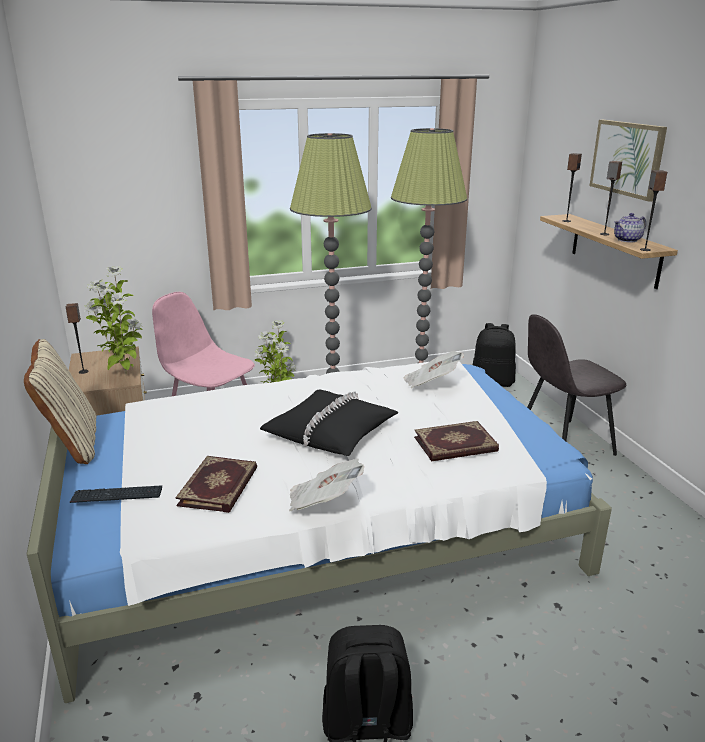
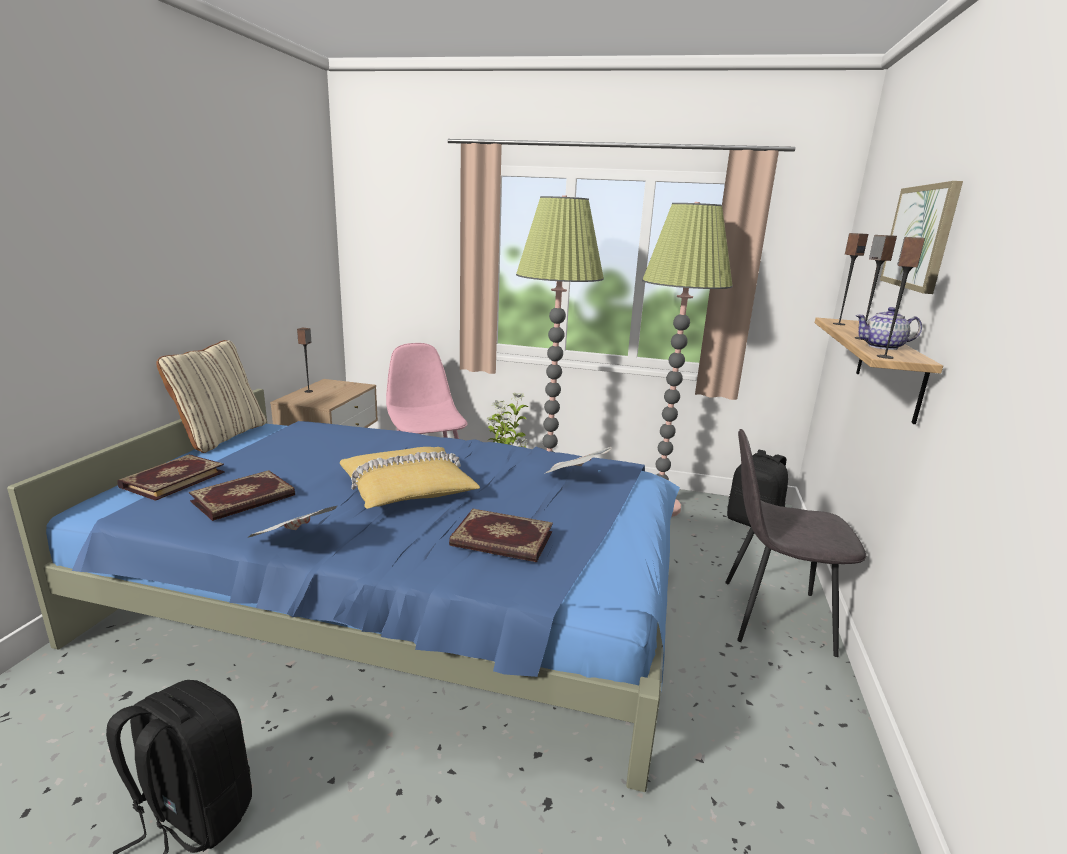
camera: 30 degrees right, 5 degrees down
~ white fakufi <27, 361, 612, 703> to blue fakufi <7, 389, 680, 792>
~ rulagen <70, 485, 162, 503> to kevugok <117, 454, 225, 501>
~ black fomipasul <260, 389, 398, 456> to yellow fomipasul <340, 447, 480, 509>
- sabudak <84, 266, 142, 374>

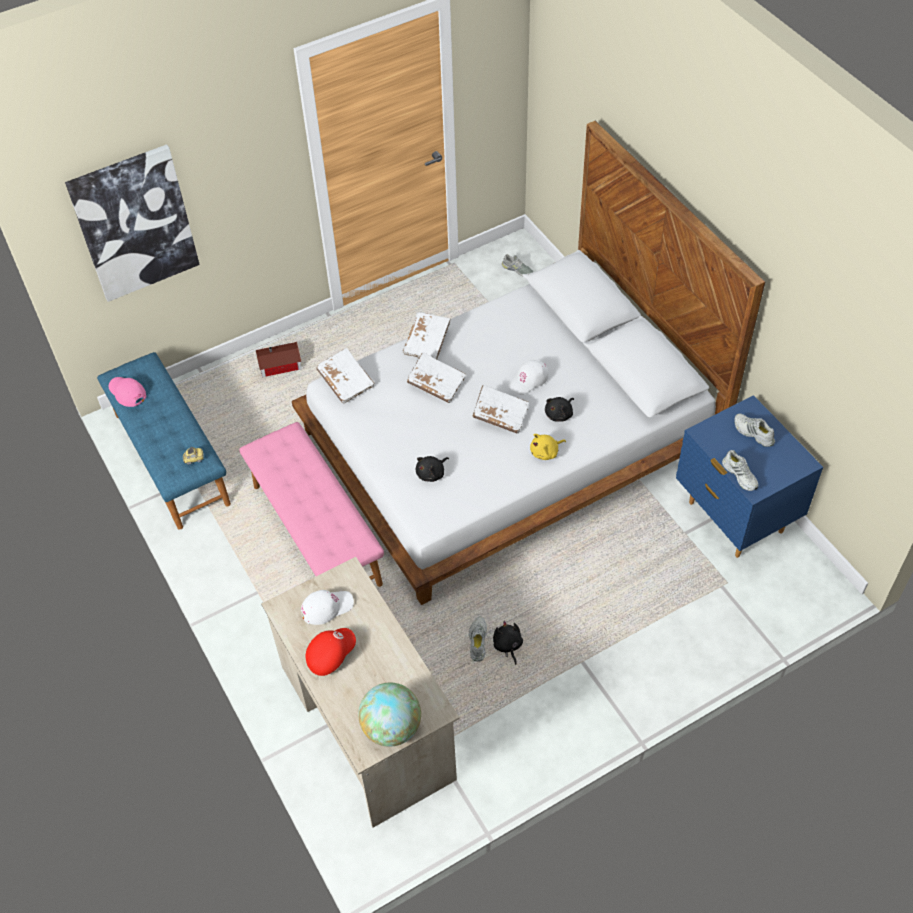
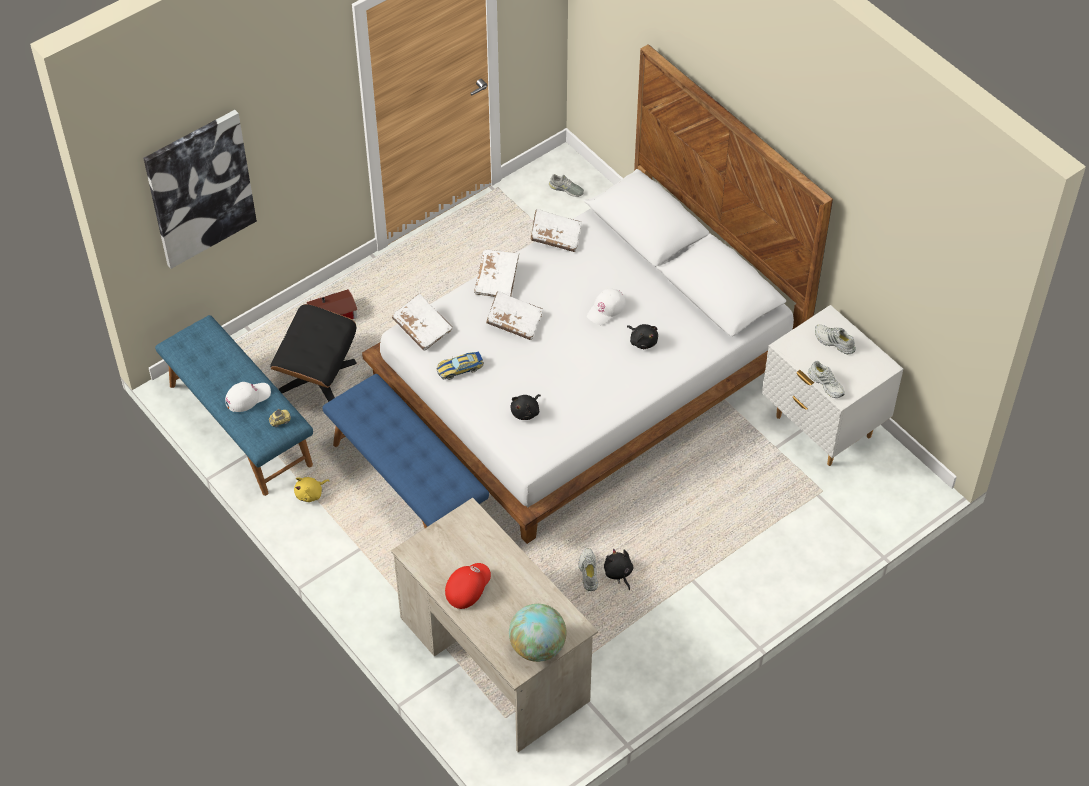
camera: 10 degrees left, 0 degrees up
~ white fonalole <301, 590, 354, 625> to <225, 382, 271, 412>
+ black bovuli <270, 304, 357, 402>
~ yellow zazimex <530, 434, 566, 460> to <294, 477, 329, 502>
~ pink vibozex <239, 422, 384, 587> to blue vibozex <323, 374, 489, 528>
+ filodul <437, 352, 484, 380>
~ white kevugok <473, 385, 529, 434> to <531, 209, 582, 252>
~ black zazimex <545, 397, 574, 422> = <627, 324, 658, 349> 75 degrees counterclockwise
~ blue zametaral <676, 395, 823, 558> to white zametaral <762, 305, 903, 466>
- pink fonalole <109, 377, 146, 407>

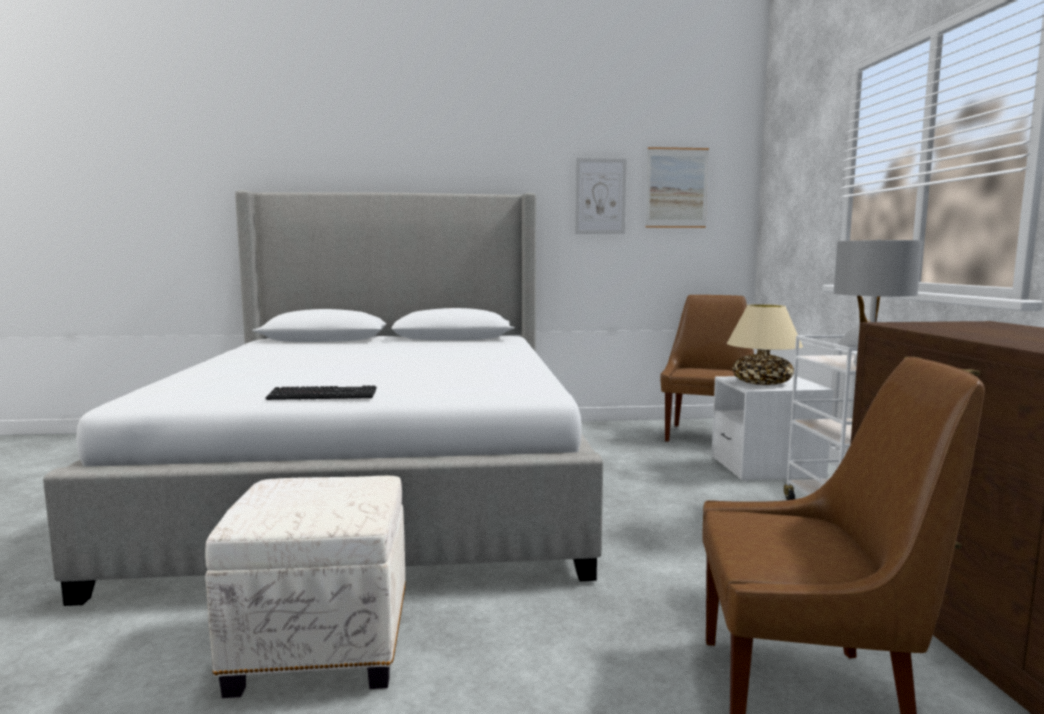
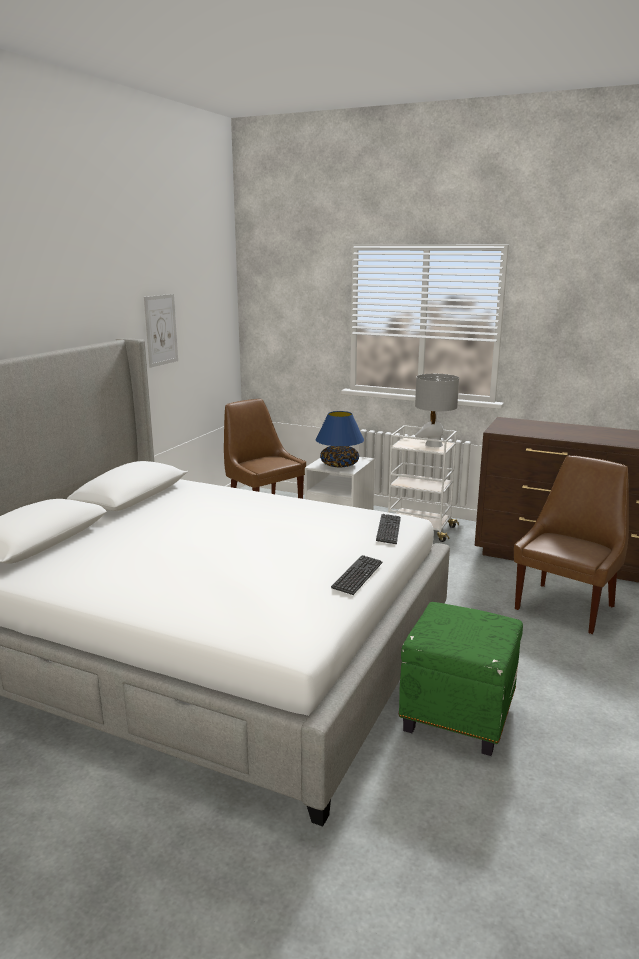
camera: 60 degrees left, 10 degrees up
~ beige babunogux <727, 304, 803, 385> to blue babunogux <316, 411, 364, 467>
+ rulagen <376, 514, 401, 544>
~ white bovuli <205, 476, 406, 698> to green bovuli <399, 602, 523, 756>
- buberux <645, 147, 709, 228>

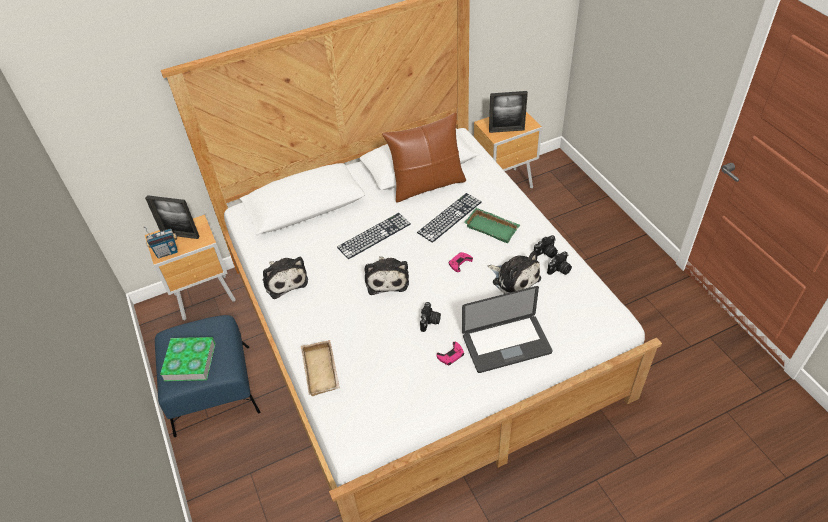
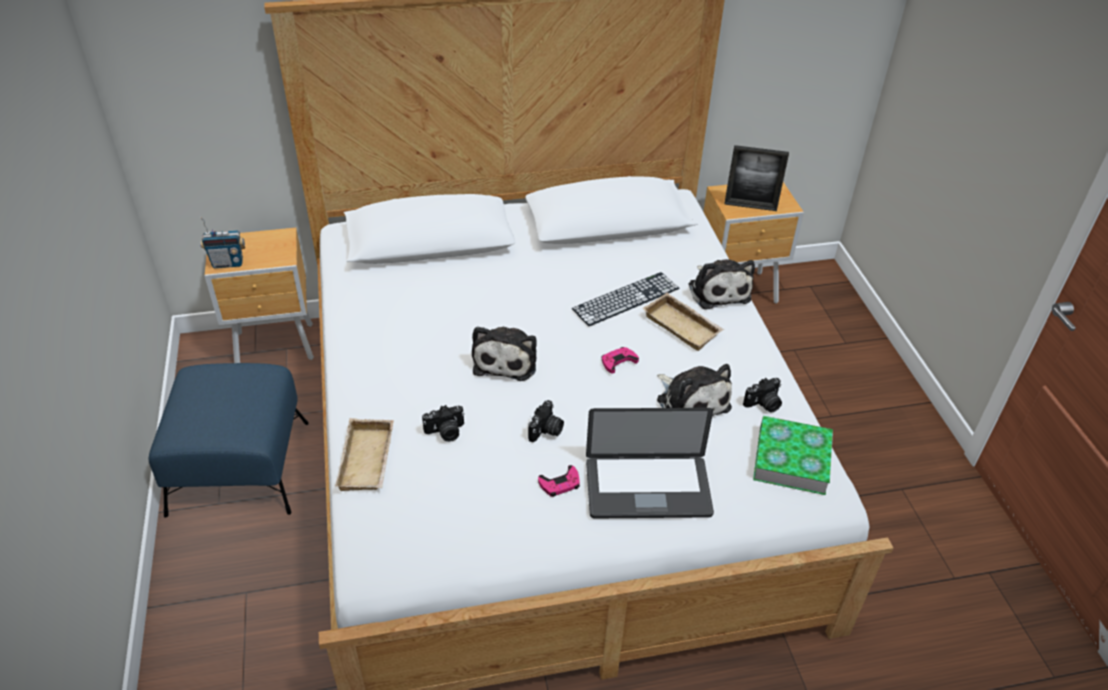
camera: 10 degrees right, 5 degrees down
~ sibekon <534, 235, 558, 258> to <422, 405, 465, 442>
~ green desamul <464, 208, 520, 243> to beige desamul <642, 293, 724, 351>
~ zazimex <262, 257, 308, 299> to <689, 259, 755, 310>
~ kevugok <160, 337, 215, 381> to <753, 416, 833, 495>
- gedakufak <145, 195, 199, 239>
- rulagen <337, 213, 411, 259>
- brown fomipasul <382, 112, 466, 203>

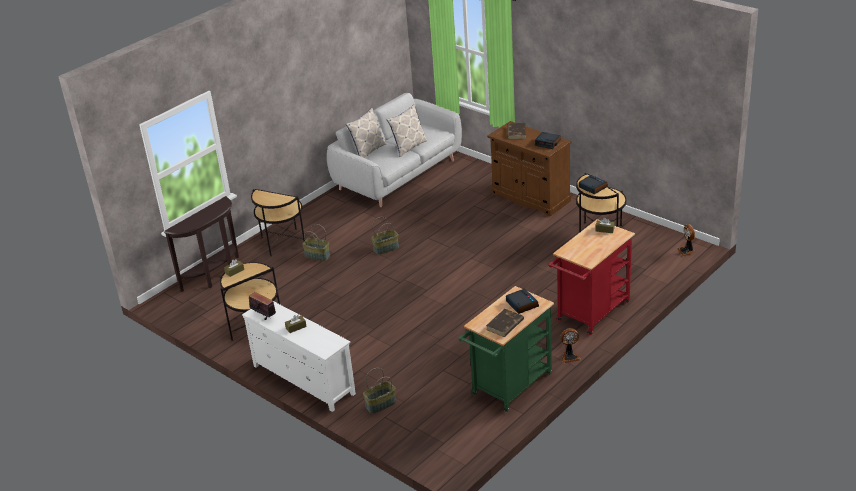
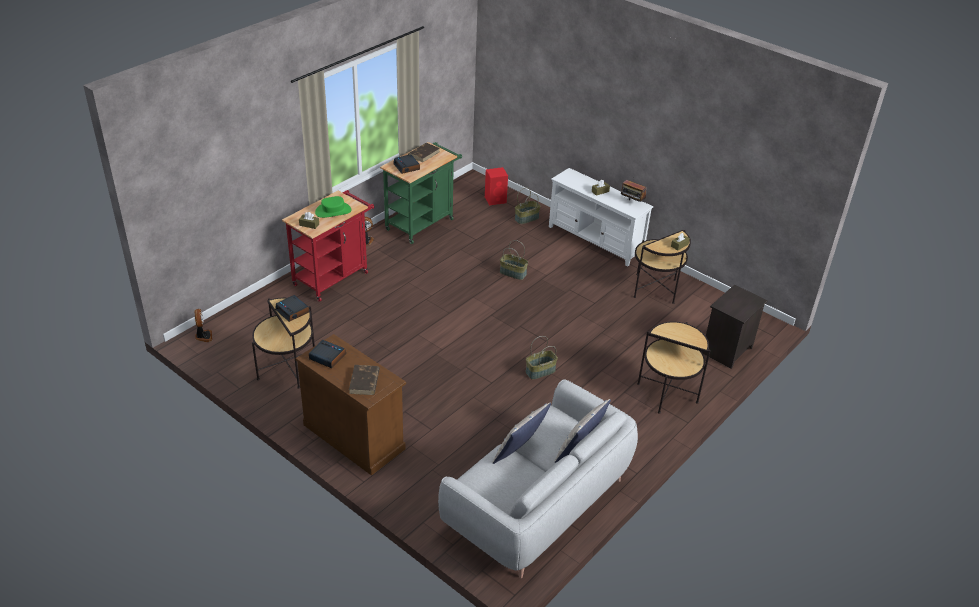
camera: 175 degrees right, 5 degrees up
+ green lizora <315, 196, 351, 218>
+ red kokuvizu <485, 167, 508, 206>
~ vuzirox <302, 224, 330, 261> to <500, 240, 528, 280>
~ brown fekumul <164, 196, 239, 292> to black zametaral <702, 285, 768, 369>

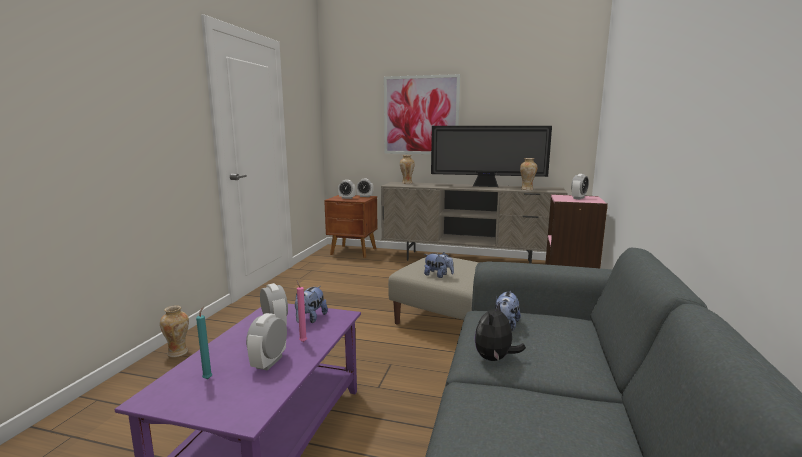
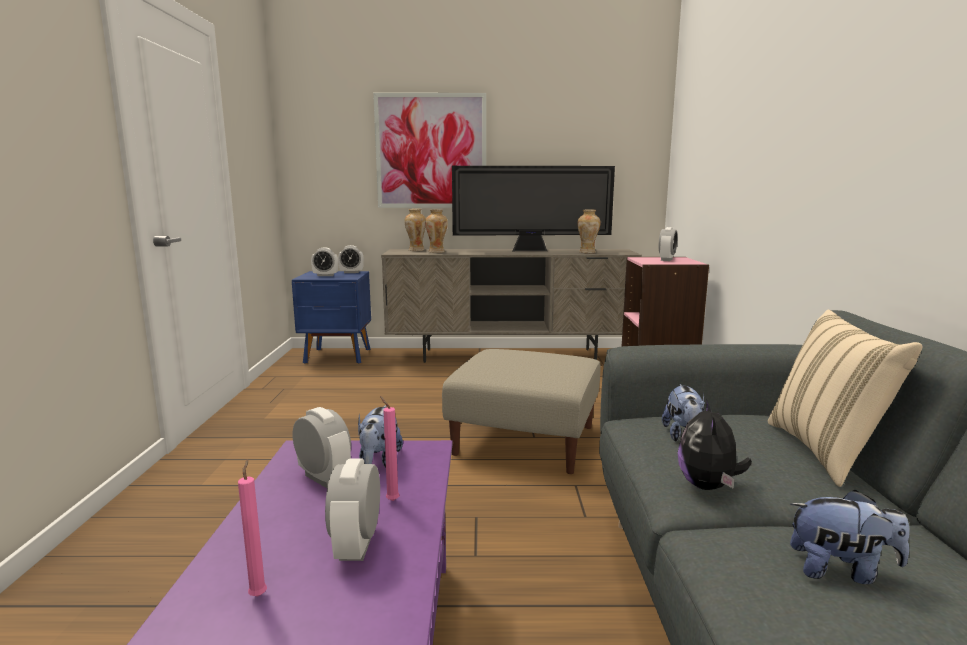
camera: 15 degrees left, 0 degrees up
~ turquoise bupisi <196, 306, 212, 379> to pink bupisi <238, 459, 267, 597>
~ brown zametaral <324, 195, 378, 258> to blue zametaral <292, 271, 371, 364>
~ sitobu <160, 305, 189, 357> to <425, 210, 448, 253>
+ beige fomipasul <768, 310, 923, 487>
~ zazimex <424, 252, 454, 278> to <790, 489, 909, 584>

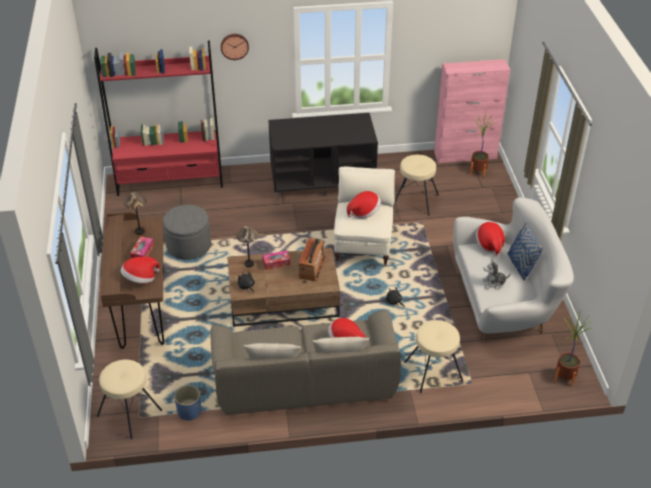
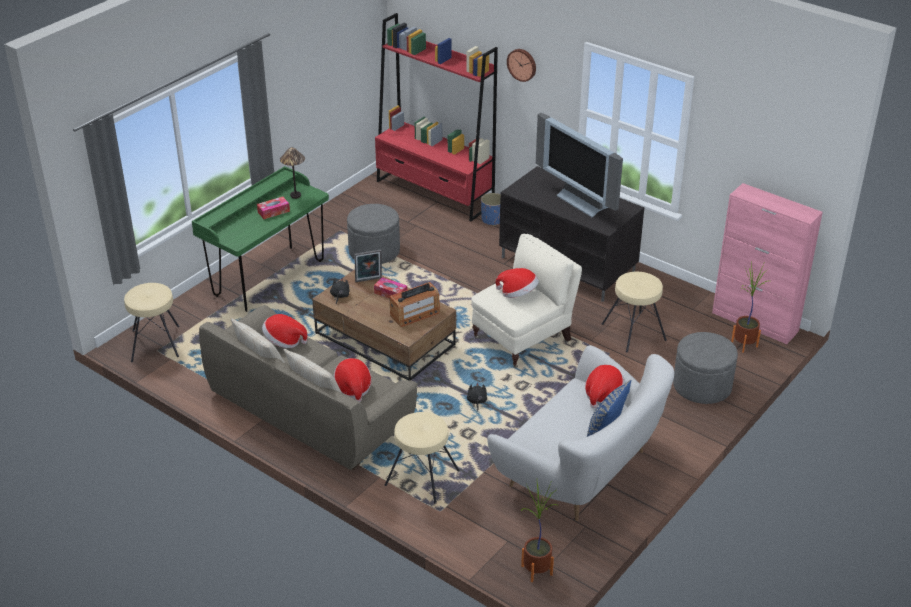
camera: 45 degrees right, 5 degrees down
~ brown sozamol <101, 212, 164, 349> to green sozamol <192, 166, 329, 312>
~ lizora <121, 257, 160, 283> to <262, 314, 307, 348>
~ babunogux <236, 226, 259, 267> to gedakufak <354, 250, 382, 282>
~ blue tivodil <174, 385, 201, 420> to <481, 193, 500, 226>
+ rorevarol <536, 113, 623, 218>
+ grey bovuli <673, 332, 738, 404>
- zazimex <483, 259, 511, 289>

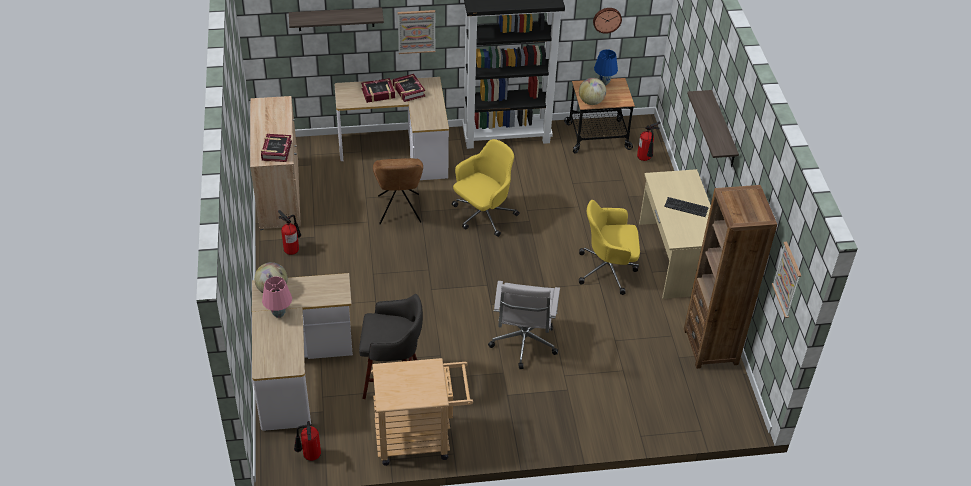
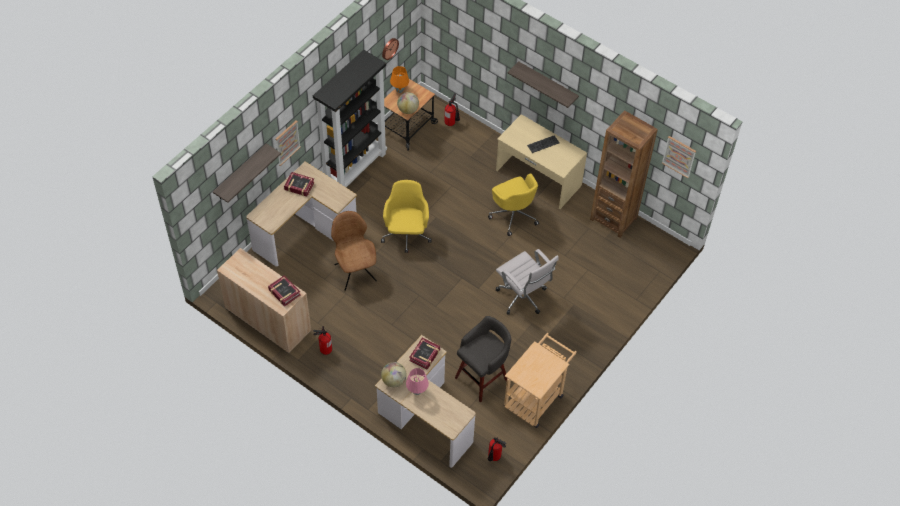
camera: 45 degrees left, 10 degrees up
~ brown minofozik <373, 158, 423, 224> = <331, 211, 377, 291> 150 degrees counterclockwise
~ blue babunogux <594, 49, 618, 86> to orange babunogux <390, 66, 409, 93>
~ kevugok <361, 78, 395, 103> to <409, 338, 440, 370>
~ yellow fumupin <579, 200, 640, 295> = <488, 173, 539, 236> 75 degrees counterclockwise

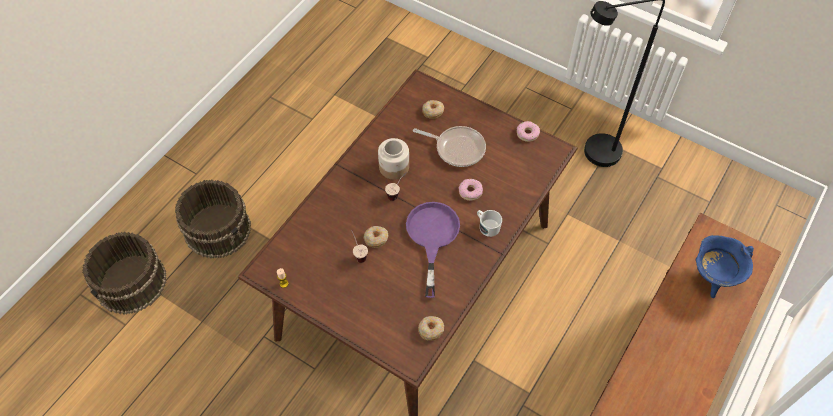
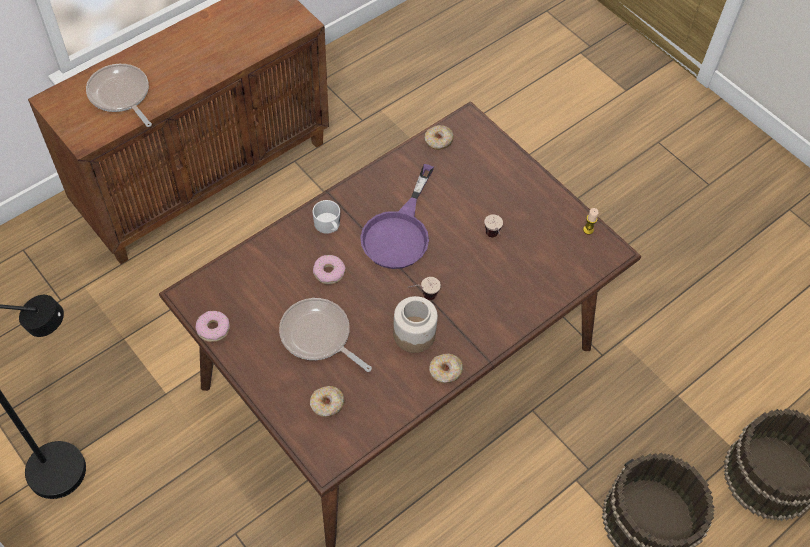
camera: 165 degrees left, 0 degrees up
~ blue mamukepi <695, 235, 754, 298> to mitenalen <86, 64, 152, 127>
~ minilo <363, 226, 388, 248> to <429, 353, 463, 383>

